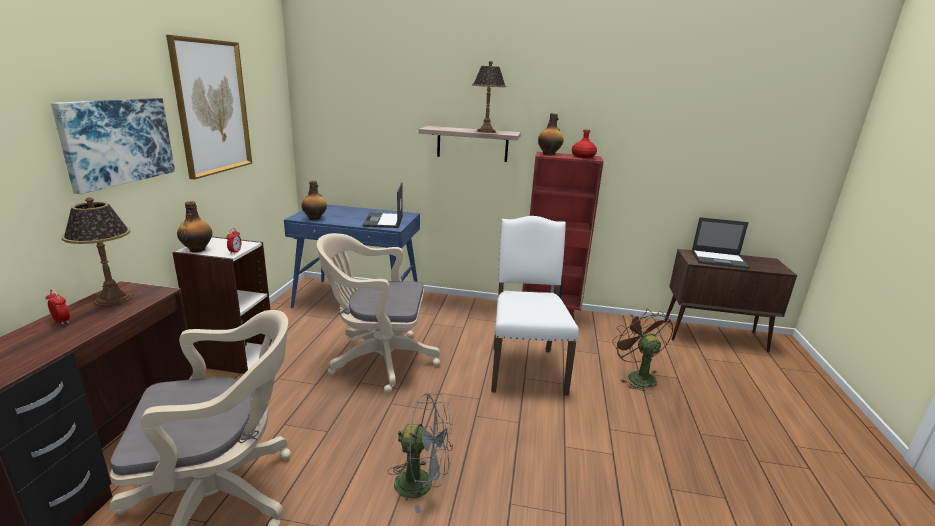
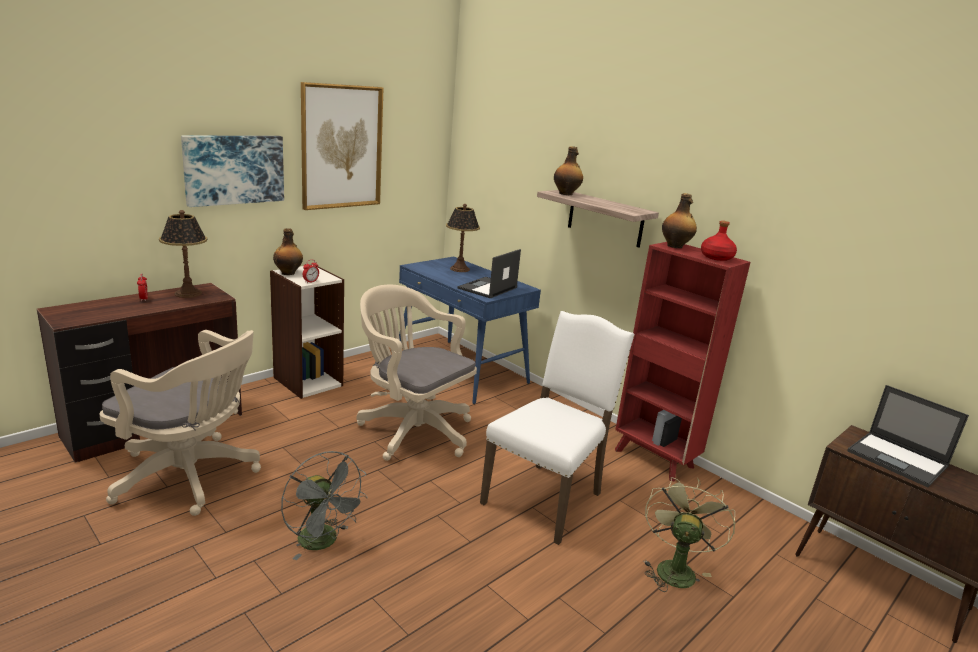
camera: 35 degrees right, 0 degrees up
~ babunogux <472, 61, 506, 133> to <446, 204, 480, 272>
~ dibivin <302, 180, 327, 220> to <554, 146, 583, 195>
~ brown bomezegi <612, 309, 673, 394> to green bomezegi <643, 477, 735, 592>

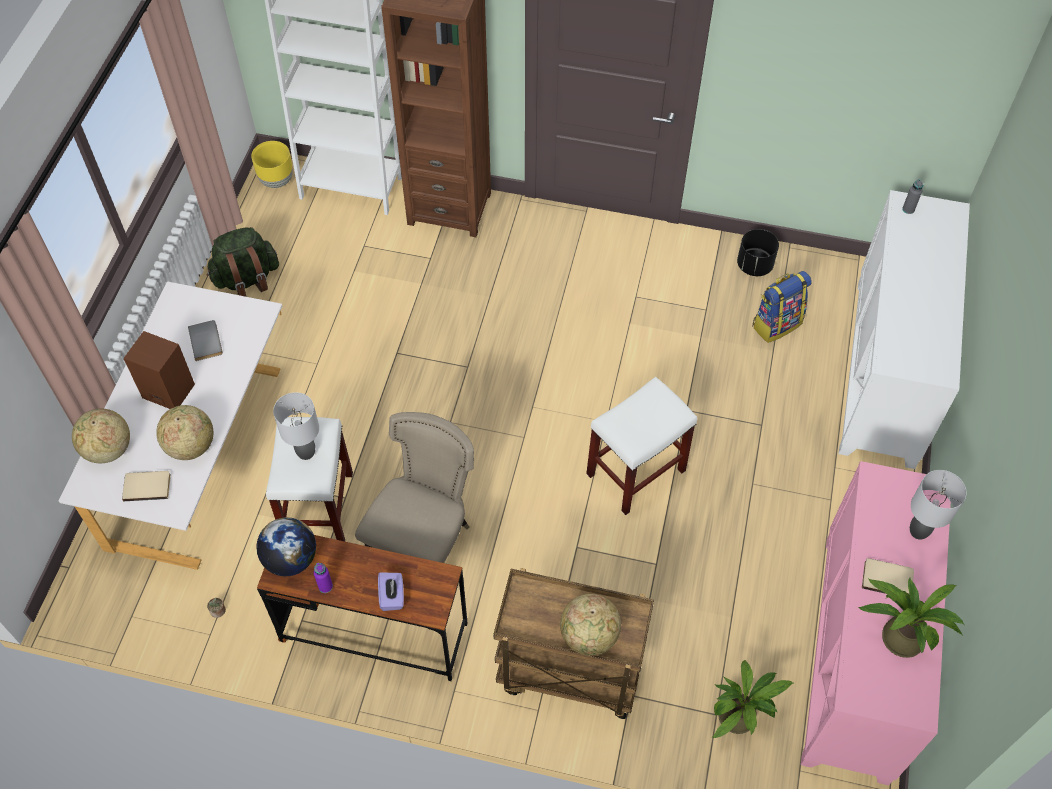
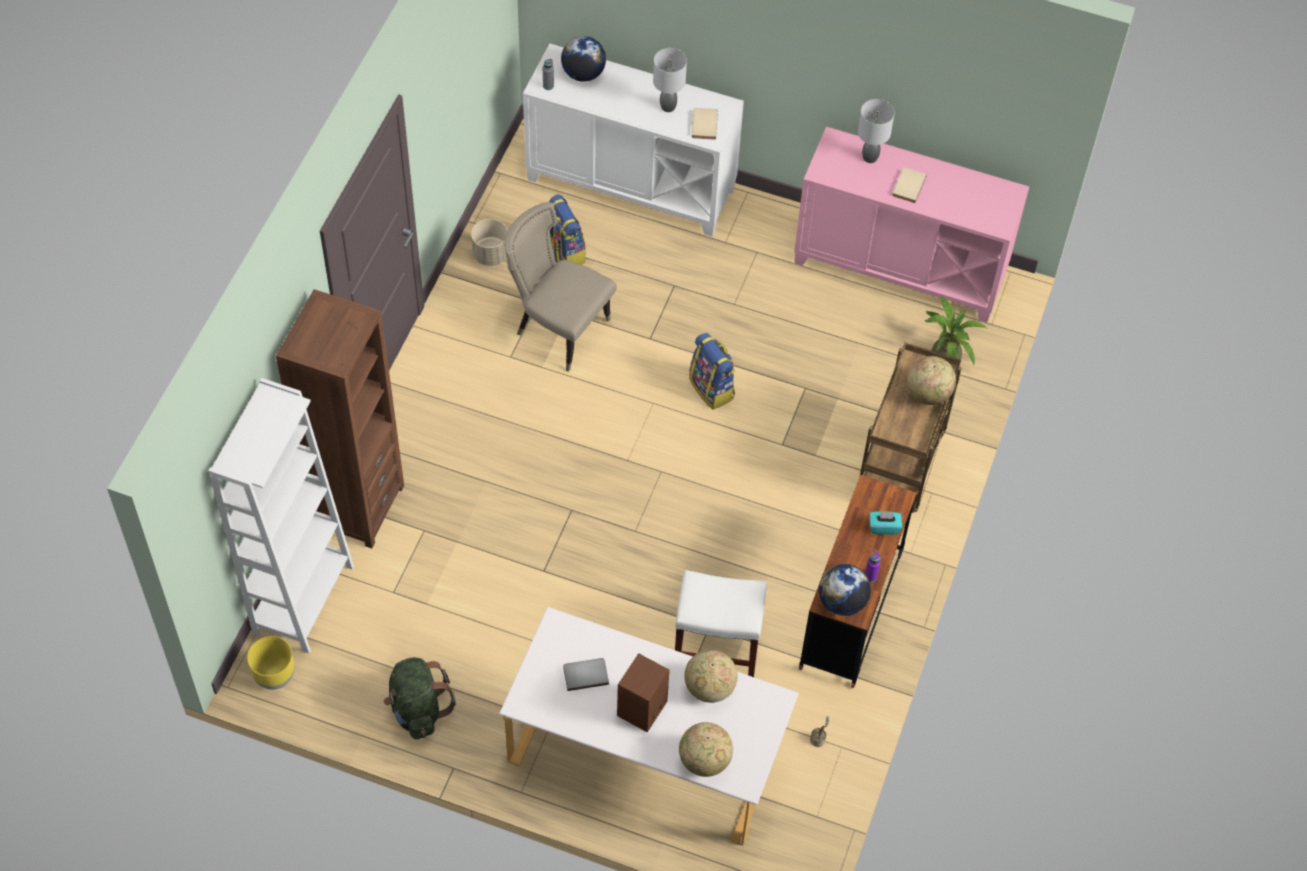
camera: 85 degrees left, 0 degrees up
~ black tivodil <737, 229, 779, 276> to beige tivodil <471, 219, 508, 266>
~ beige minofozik <355, 412, 474, 563> to <505, 202, 617, 372>
+ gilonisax <561, 36, 606, 82>
~ grey babunogux <273, 392, 319, 460> to <653, 48, 687, 112>
~ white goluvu <586, 377, 697, 515> to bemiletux <689, 333, 736, 410>
~ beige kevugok <122, 471, 171, 501> to <692, 108, 718, 140>
~ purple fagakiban <378, 572, 404, 611> to turquoise fagakiban <870, 511, 903, 535>
- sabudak <859, 578, 964, 658>

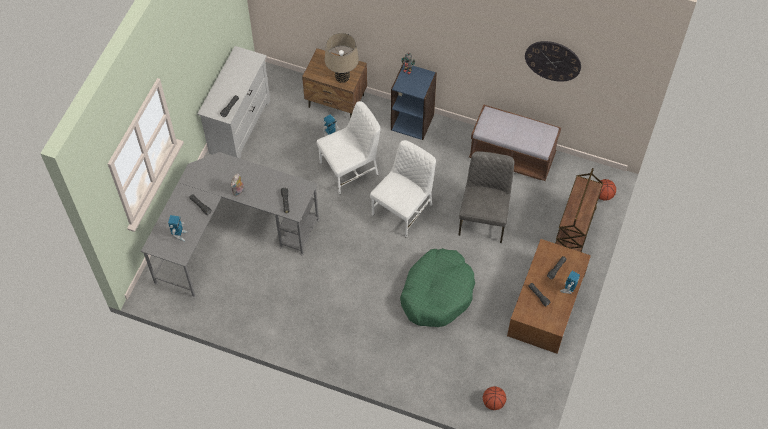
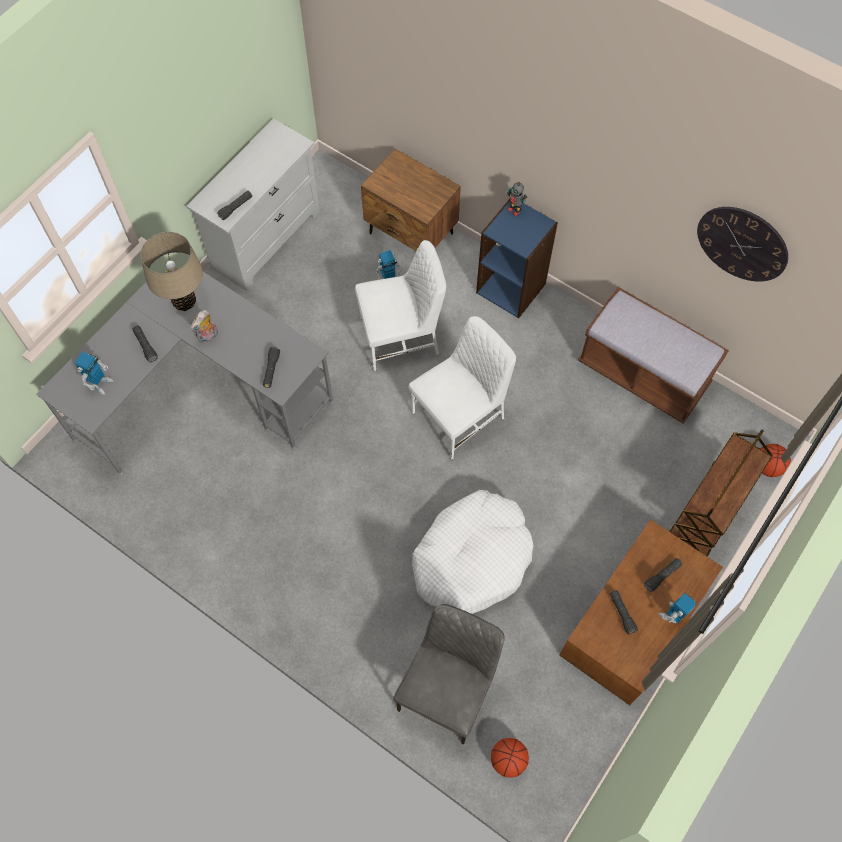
camera: 15 degrees right, 5 degrees up
~ beige babunogux <325, 33, 359, 83> to <140, 232, 203, 311>
~ grey minofozik <458, 151, 514, 243> to <394, 604, 505, 745>
~ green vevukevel <400, 248, 475, 327> to white vevukevel <412, 490, 534, 614>

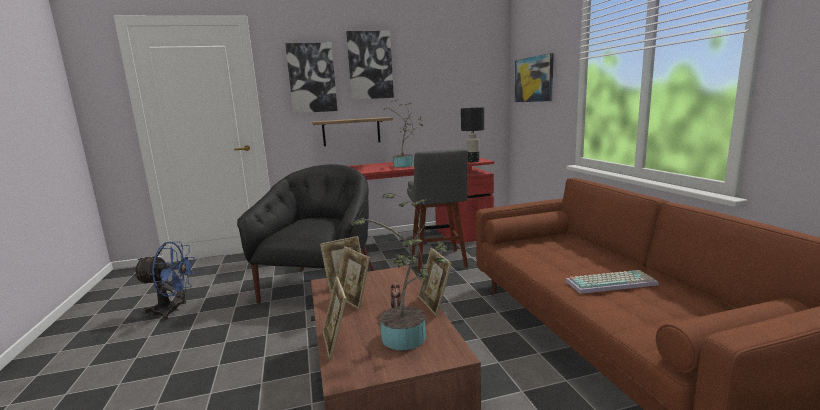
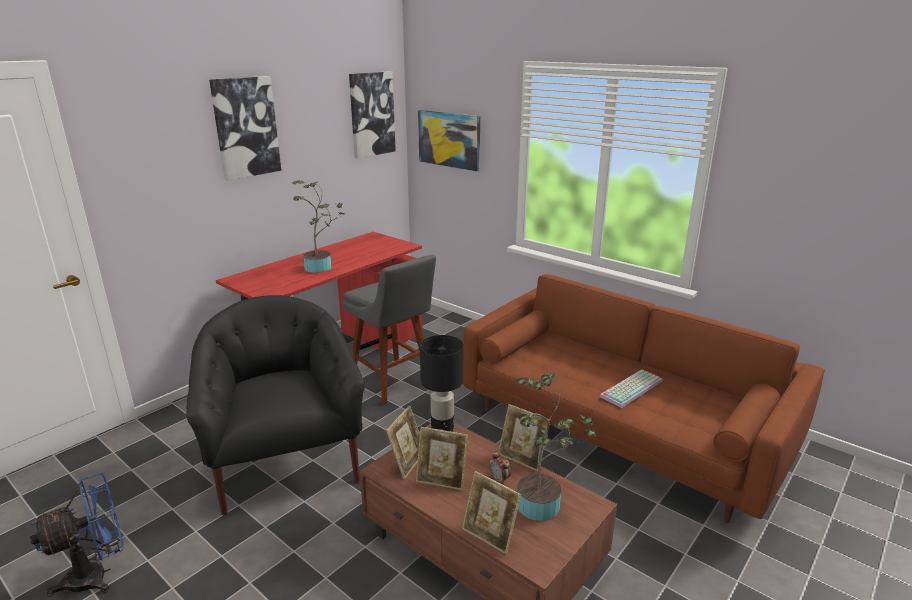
camera: 35 degrees left, 10 degrees up
~ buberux <285, 43, 338, 113> to <349, 71, 396, 159>
~ black babunogux <461, 107, 484, 162> to <420, 335, 464, 432>
- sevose <312, 117, 393, 146>

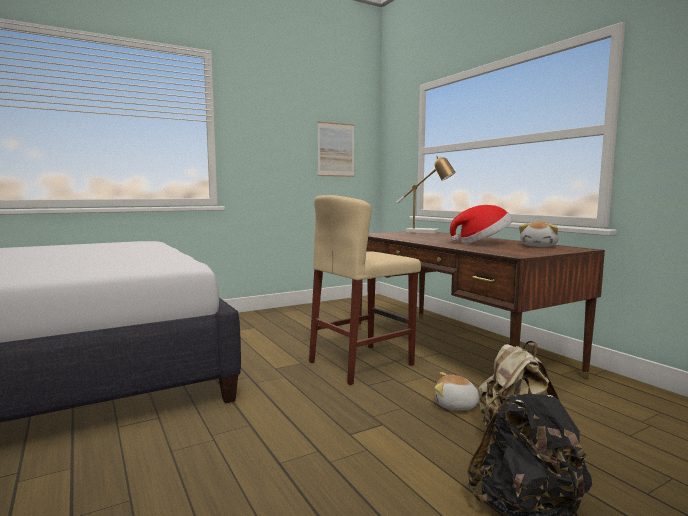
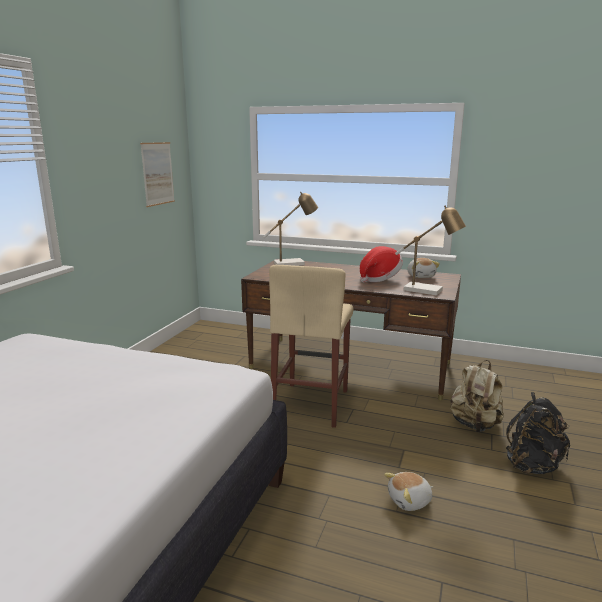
camera: 40 degrees left, 10 degrees up
~ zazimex <435, 372, 479, 410> to <384, 472, 433, 511>
+ babunogux <395, 206, 466, 296>

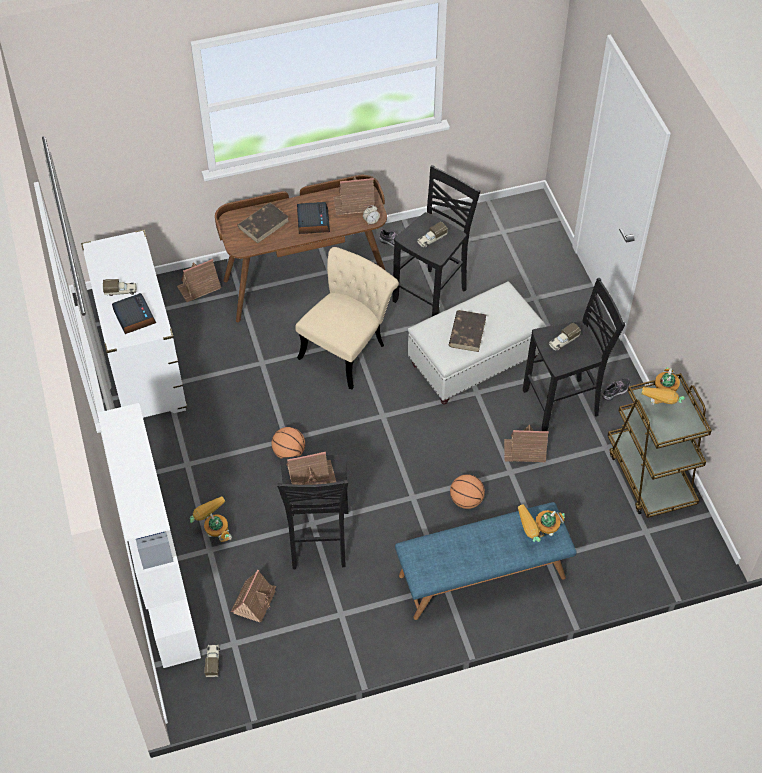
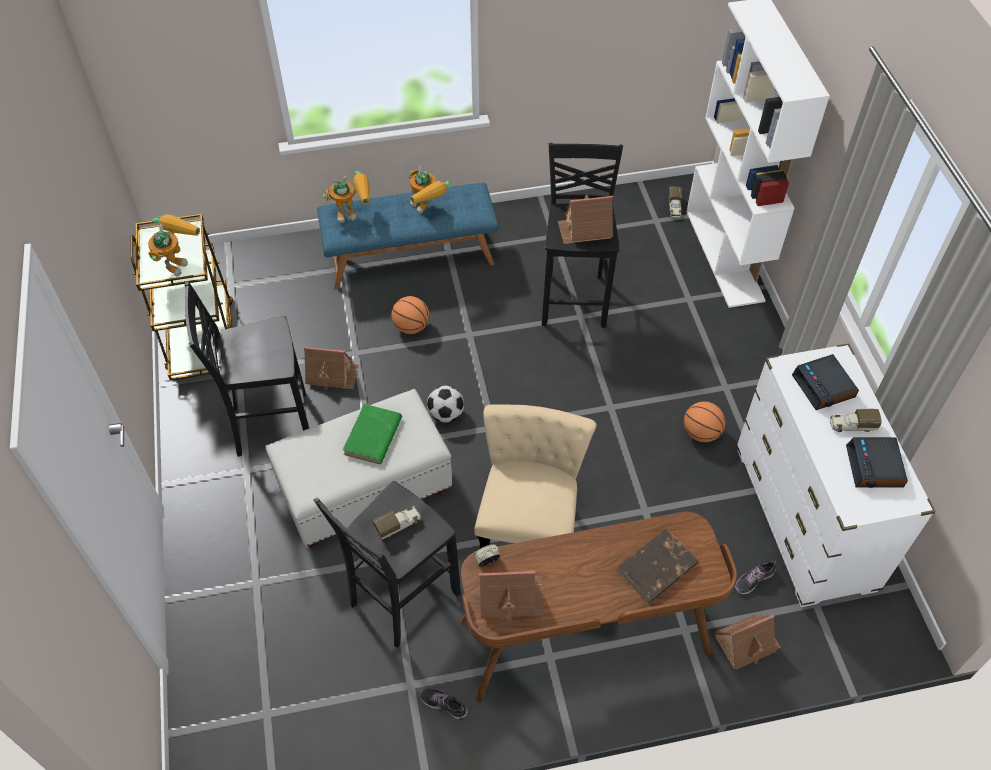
camera: 175 degrees left, 0 degrees up
~ brown kevugok <449, 310, 486, 352> to green kevugok <343, 404, 402, 464>
~ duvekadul <190, 496, 232, 542> to <409, 165, 450, 214>
+ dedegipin <427, 386, 464, 423>
~ beige minofozik <295, 247, 399, 389> = <474, 404, 597, 549> 150 degrees clockwise
~ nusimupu <271, 427, 305, 458> to <684, 401, 726, 442>
~ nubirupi <602, 378, 630, 401> to <735, 560, 776, 594>
~ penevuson <297, 202, 330, 234> to <846, 437, 908, 488>
- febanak <231, 570, 276, 622>
- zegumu <549, 323, 581, 351>

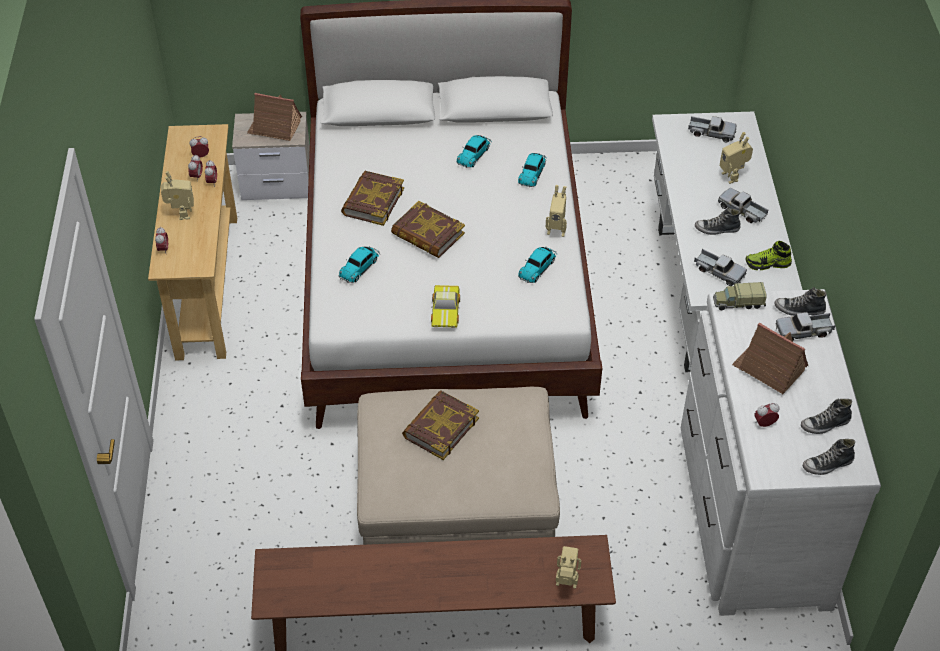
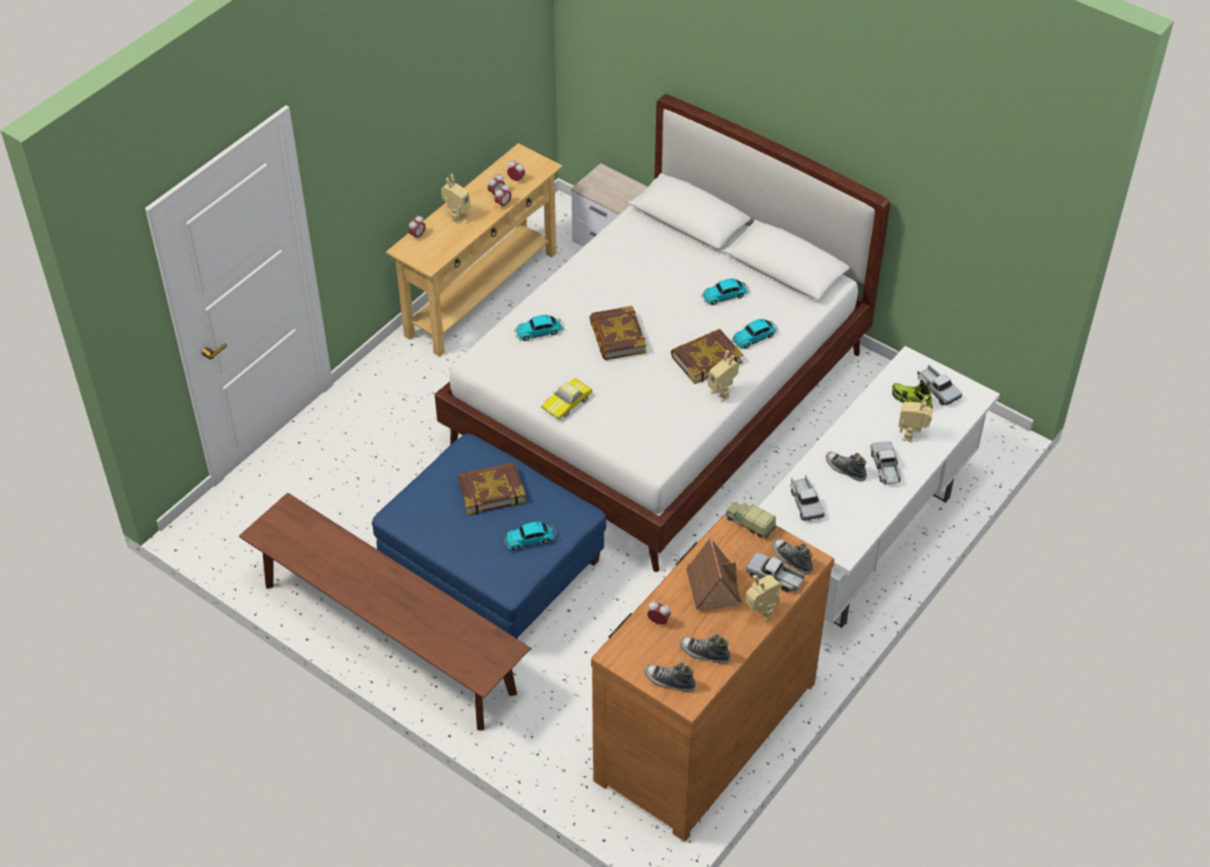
camera: 40 degrees right, 0 degrees up
~ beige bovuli <357, 387, 560, 545> to blue bovuli <372, 434, 606, 639>
~ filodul <518, 247, 557, 283> to <503, 522, 556, 550>
~ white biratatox <681, 289, 881, 616> to brown biratatox <591, 503, 835, 842>
~ kevugok <341, 171, 404, 226> to <671, 329, 743, 384>
~ duvekadul <556, 546, 581, 589> to <745, 575, 780, 621>
~ nubirupi <745, 241, 792, 270> to <892, 383, 933, 408>
- febanak <247, 93, 302, 141>

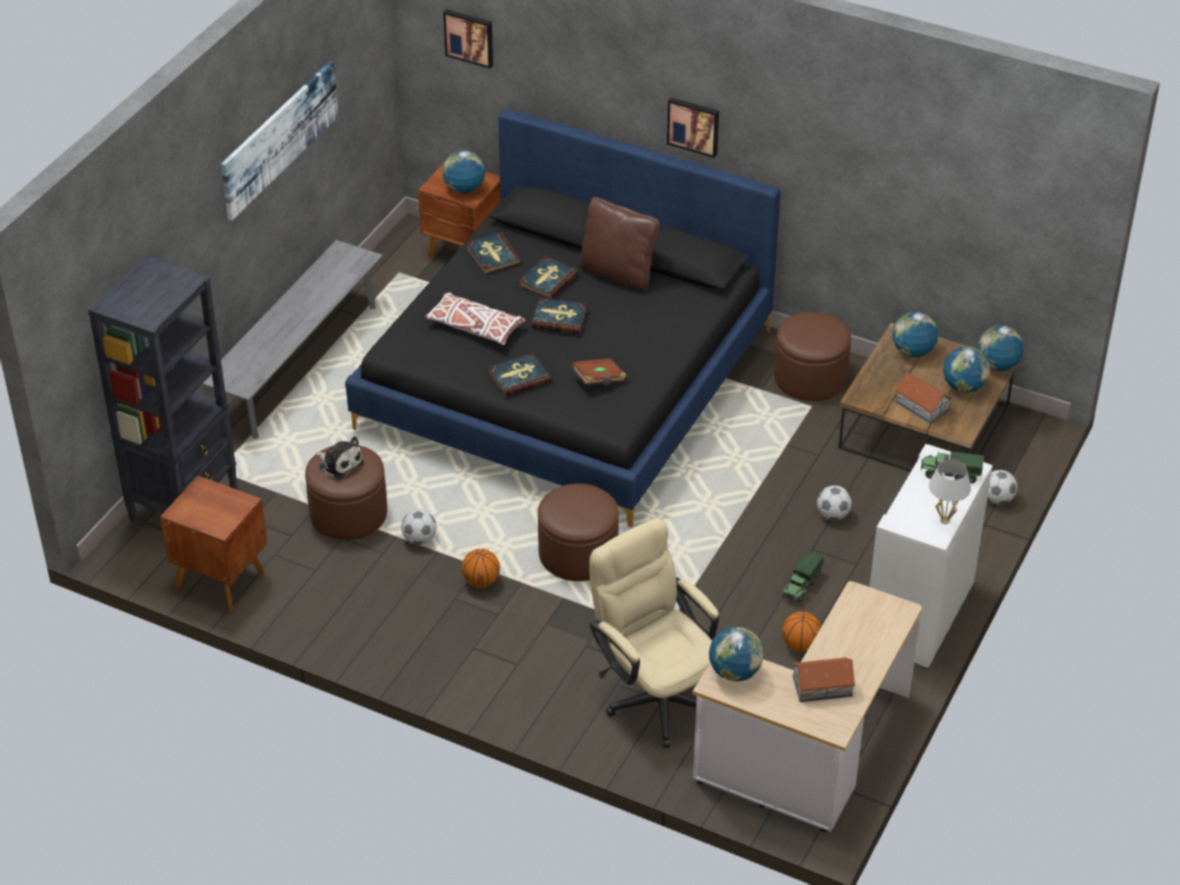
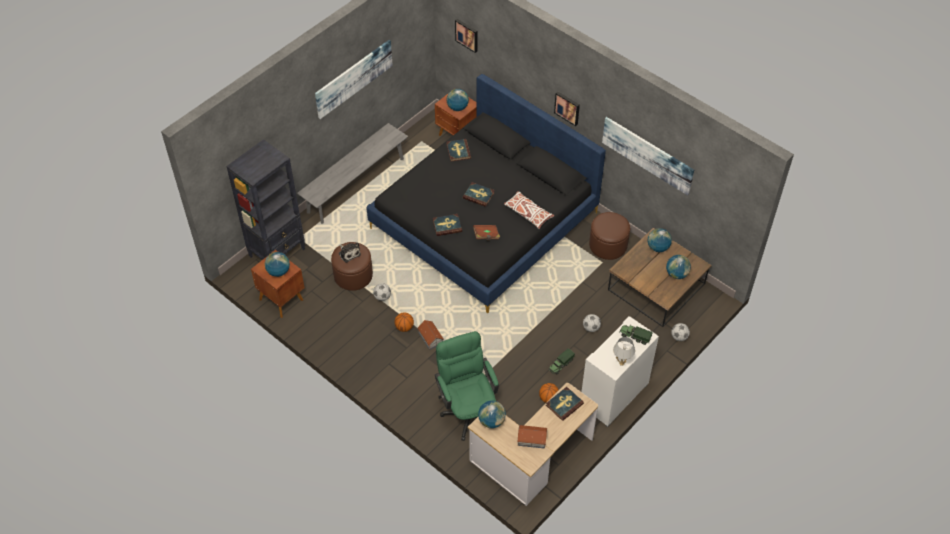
camera: 15 degrees right, 10 degrees up
~ gilonisax <978, 325, 1024, 371> to <264, 252, 290, 277>
~ febanak <895, 372, 953, 424> to <418, 320, 444, 350>
~ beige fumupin <589, 518, 719, 748> to green fumupin <435, 331, 499, 441>
~ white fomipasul <425, 293, 526, 345> to <504, 191, 554, 229>
~ kevugok <519, 256, 579, 299> to <546, 387, 584, 421>
+ buberux <602, 117, 694, 195>
- brown bovuli <538, 483, 619, 581>
- brown fomipasul <580, 197, 659, 290>

